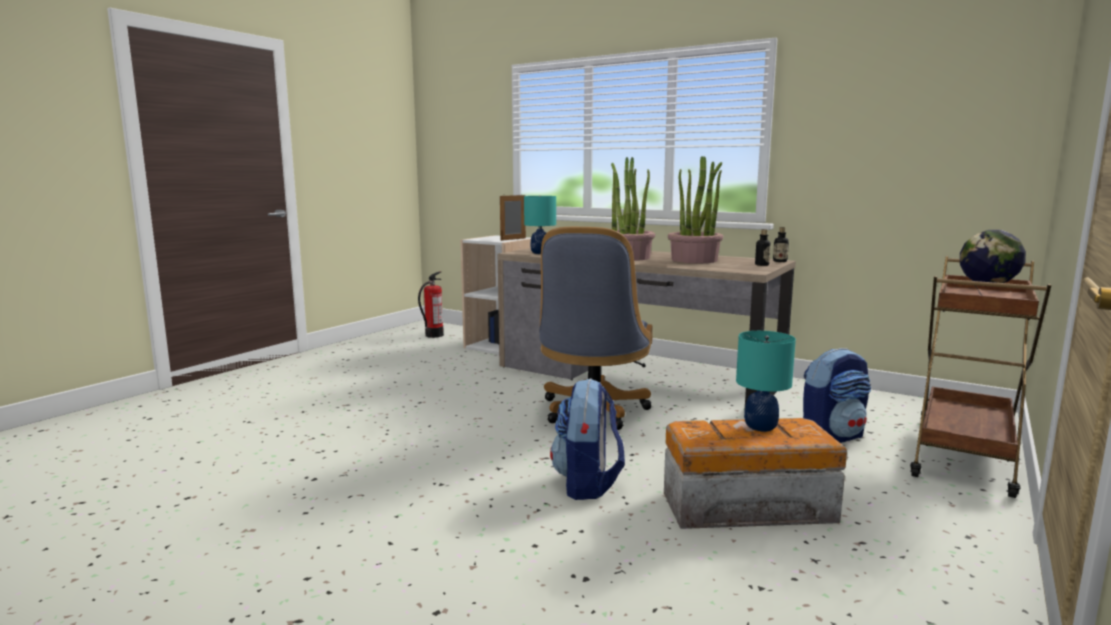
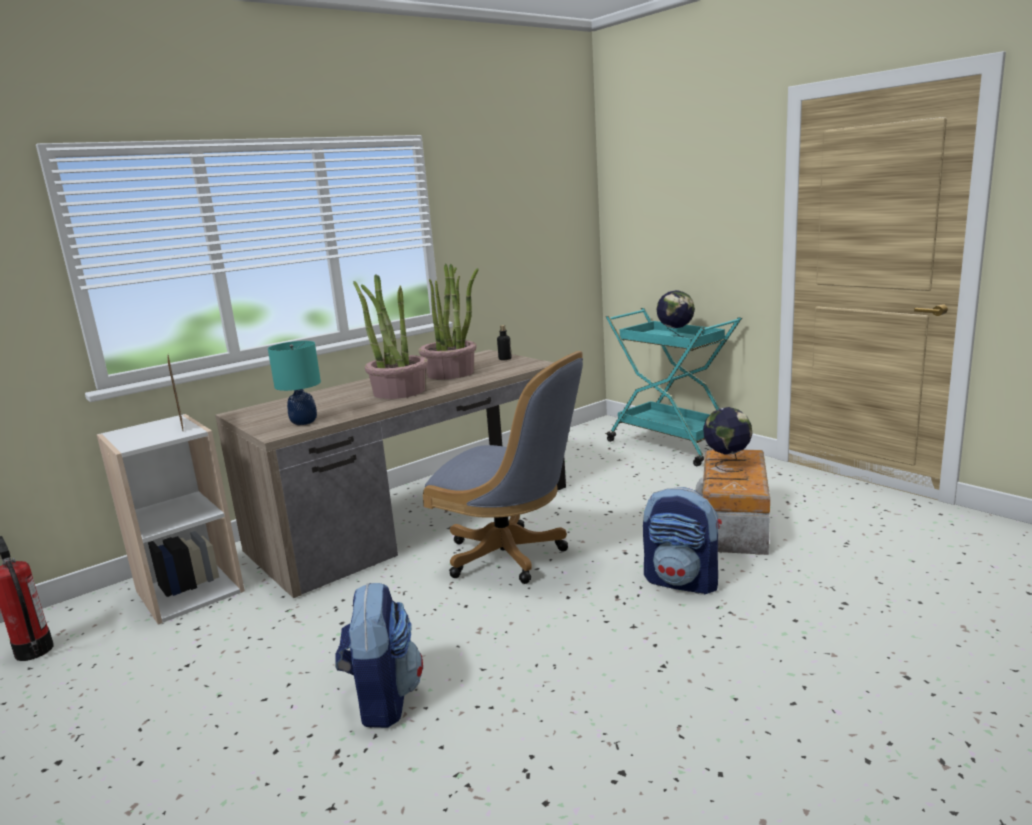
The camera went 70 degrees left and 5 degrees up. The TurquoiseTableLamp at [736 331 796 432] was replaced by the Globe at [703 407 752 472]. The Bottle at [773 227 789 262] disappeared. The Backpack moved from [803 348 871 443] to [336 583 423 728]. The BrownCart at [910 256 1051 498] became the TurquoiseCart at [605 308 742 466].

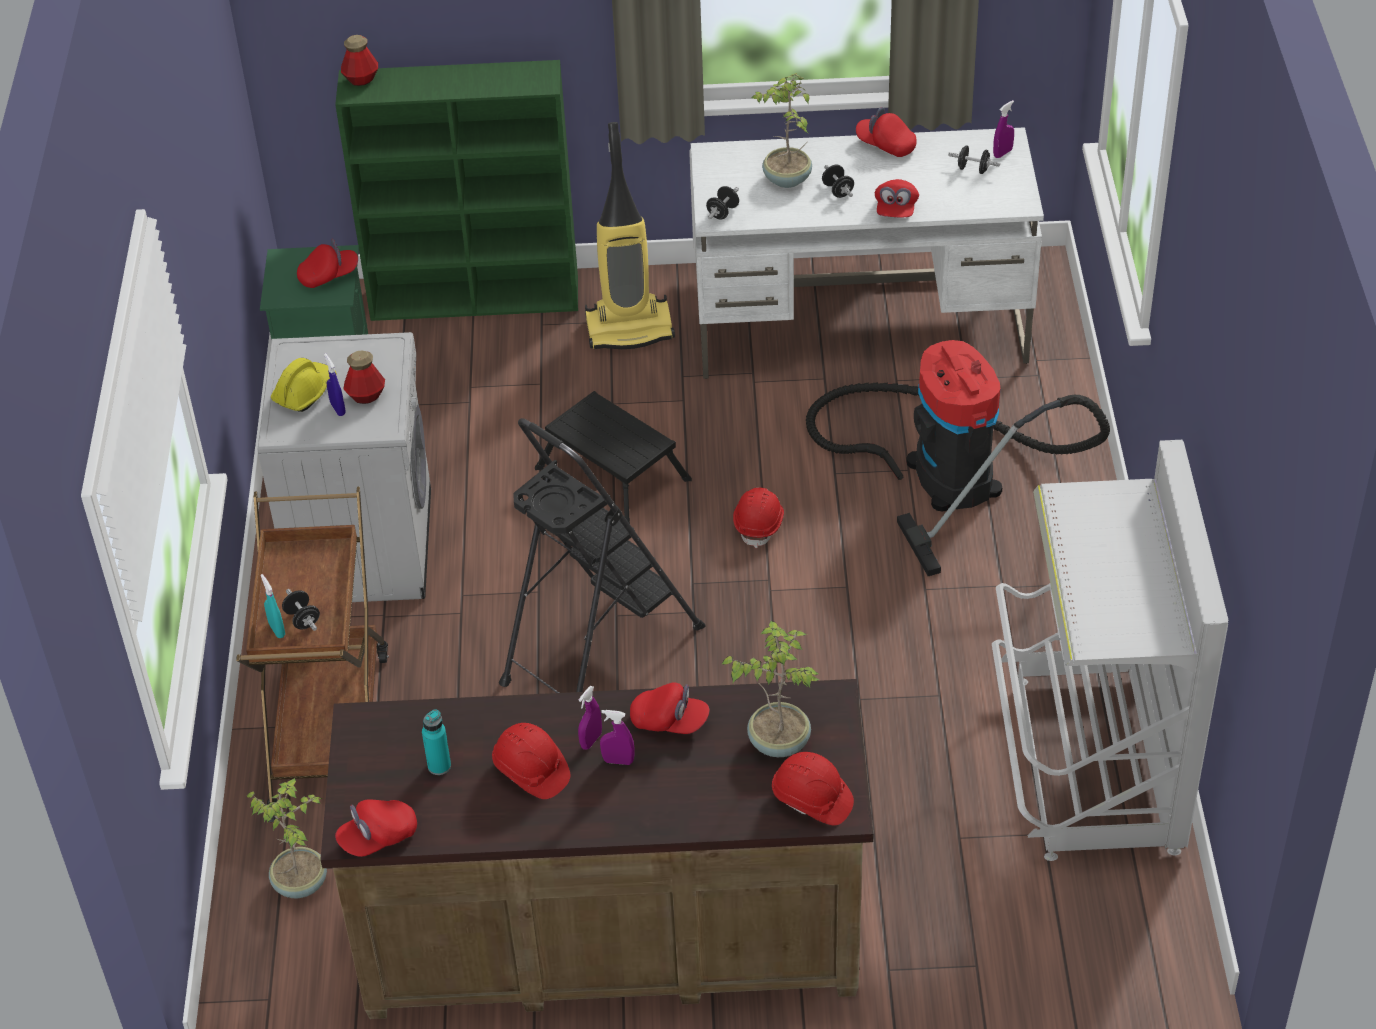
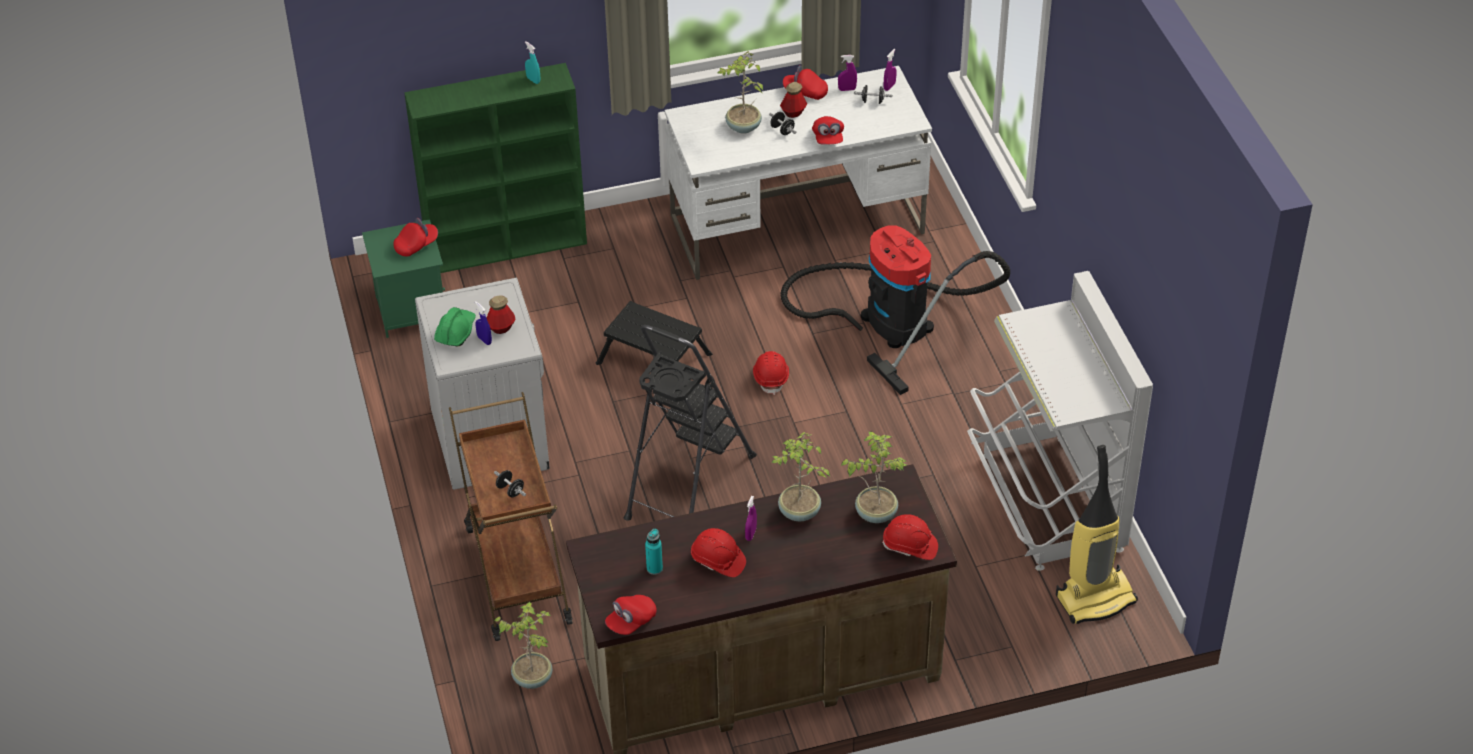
The camera went 15 degrees left and 0 degrees up. The TurquoiseSprayBottle moved from [260 574 285 638] to [525 41 540 84]. The YellowHardHat at [271 358 337 412] became the GreenHardHat at [434 307 476 346]. The Bottle moved from [341 35 378 86] to [780 82 807 118]. The VacuumCleaner moved from [585 122 675 349] to [1056 445 1138 624]. The PurpleSprayBottle moved from [600 710 635 765] to [838 55 857 91]. The RedCap at [630 683 710 734] was replaced by the PottedPlant at [771 432 830 521]. The BlackDumbbell at [706 186 739 220] disappeared.

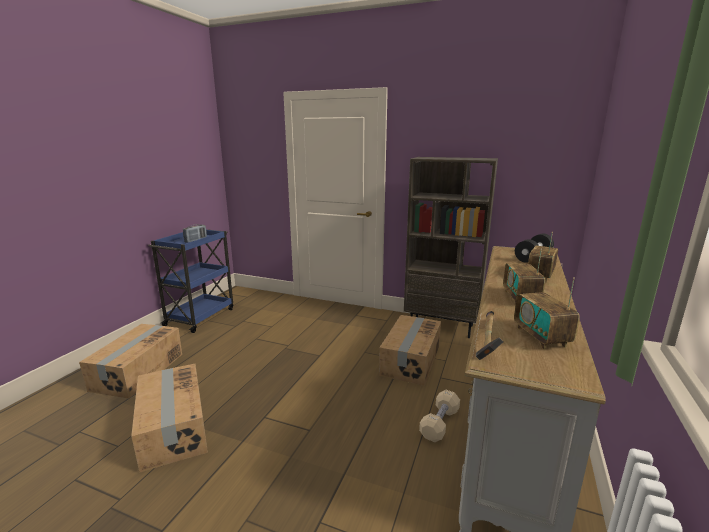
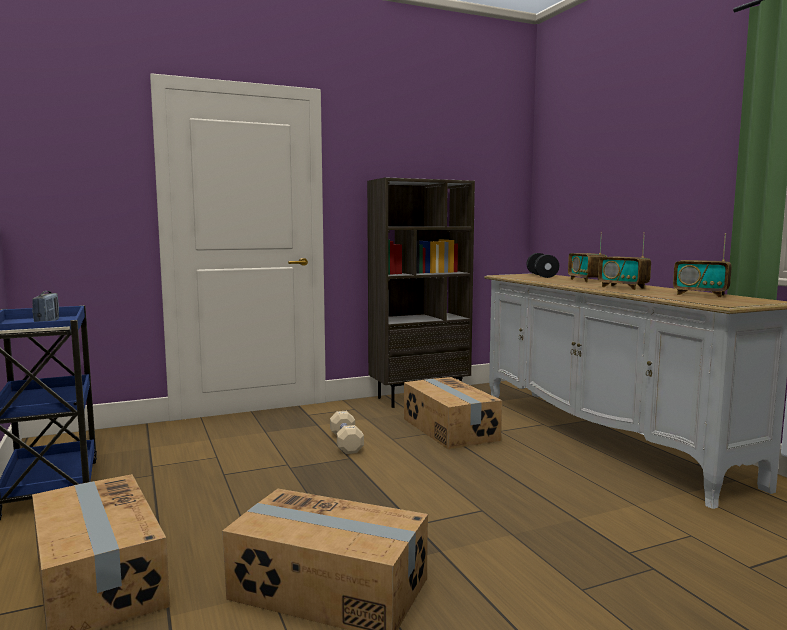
The camera went 45 degrees left and 10 degrees down. The BeigeDumbbell moved from [419 390 460 442] to [330 411 364 454]. The Hammer at [476 311 504 360] disappeared.

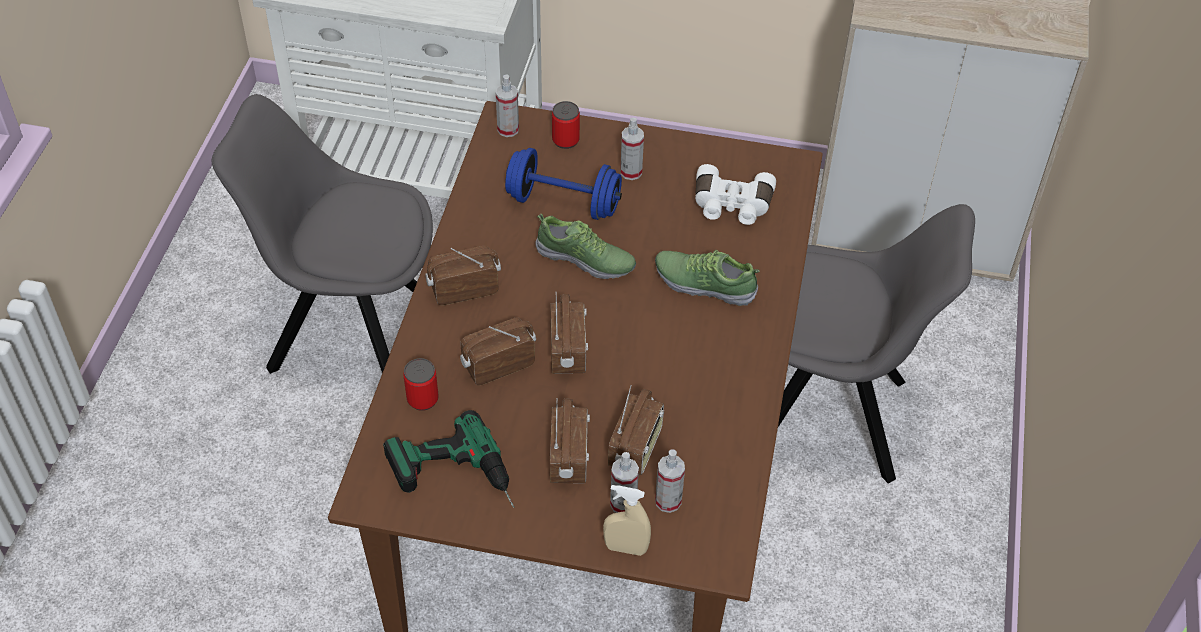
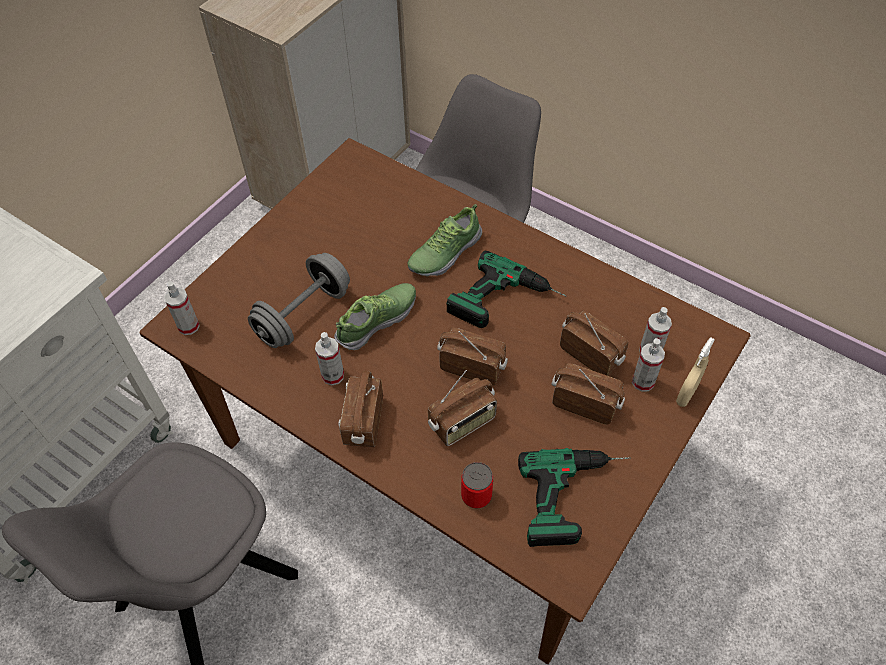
The camera went 65 degrees left and 5 degrees up. The Radio at [460 318 536 385] turned 120 degrees counterclockwise. The BlueDumbbell at [505 148 622 220] became the GreyDumbbell at [248 253 350 348]. The Can at [552 101 580 149] disappeared. The SprayBottle moved from [620 118 644 180] to [315 332 344 385]. The WhiteBinoculars at [695 164 776 225] disappeared. The PowerDrill at [447 251 567 328] appeared.

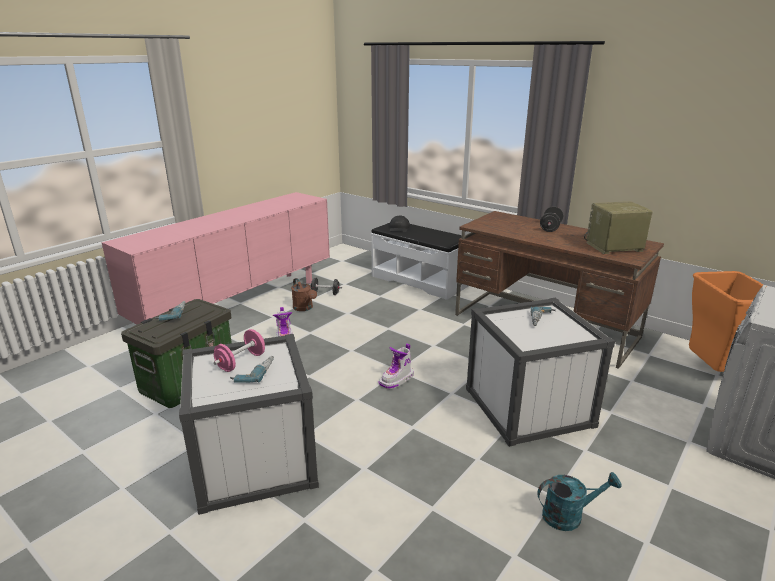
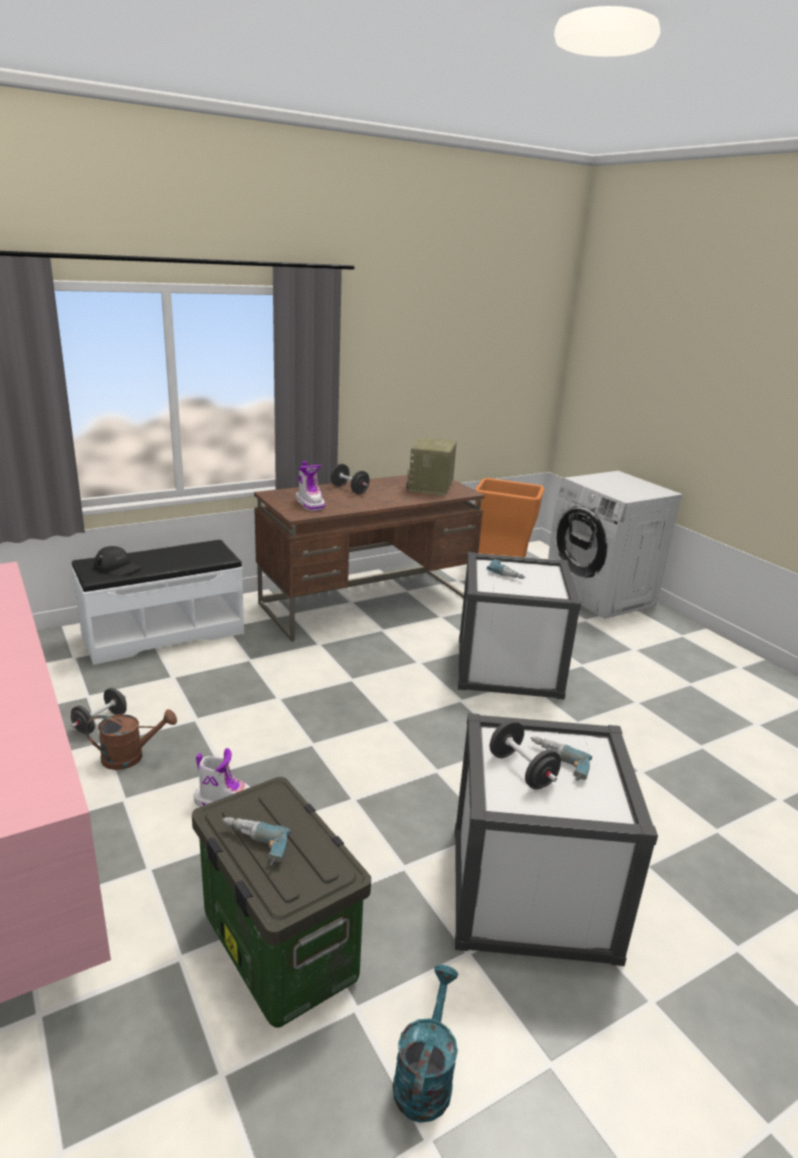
The camera went 70 degrees left and 0 degrees up. The PinkDumbbell at [214 329 265 372] became the BlackDumbbell at [490 720 561 789]. The Boot moved from [378 343 414 389] to [296 461 325 511]. The TurquoiseWateringCan moved from [537 472 622 531] to [393 965 459 1122].

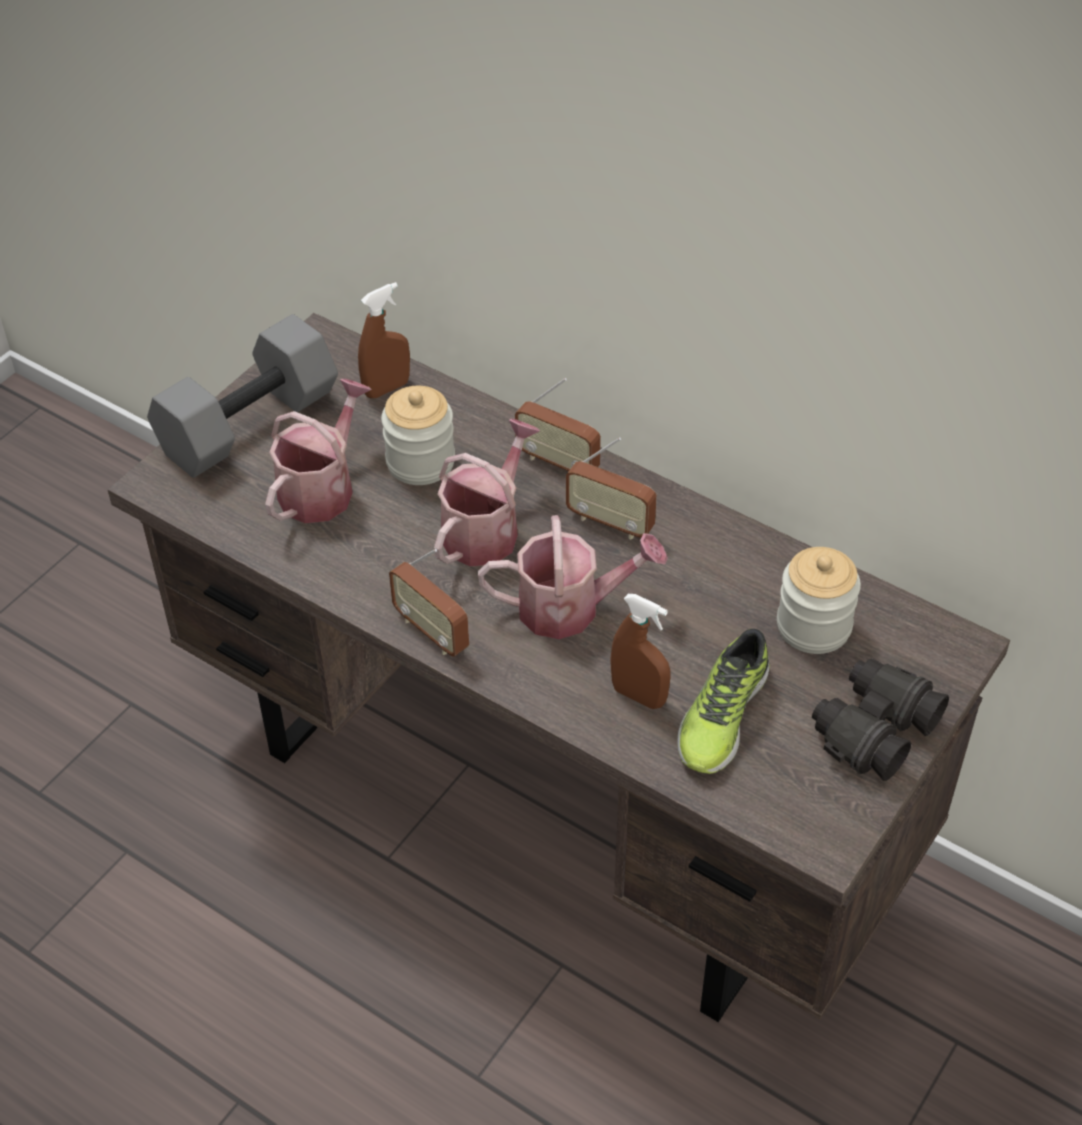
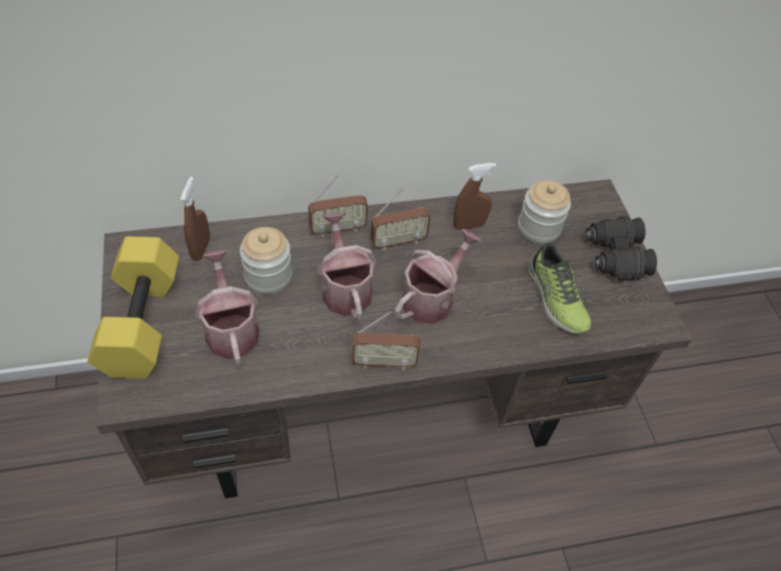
The camera went 50 degrees left and 5 degrees up. The GreyDumbbell at [147 314 338 478] became the YellowDumbbell at [87 236 179 379]. The BrownSprayBottle moved from [610 594 671 709] to [453 163 496 230].

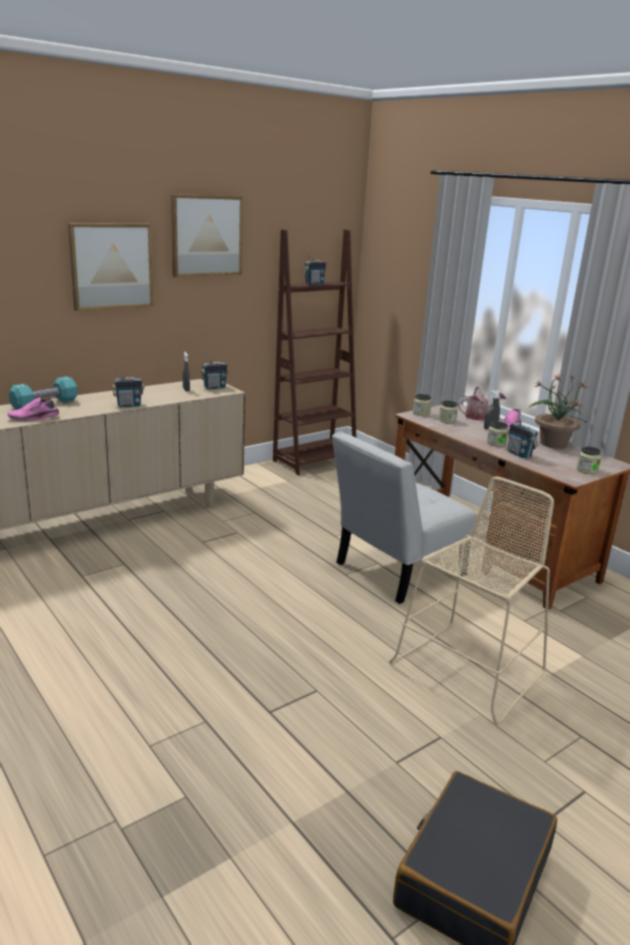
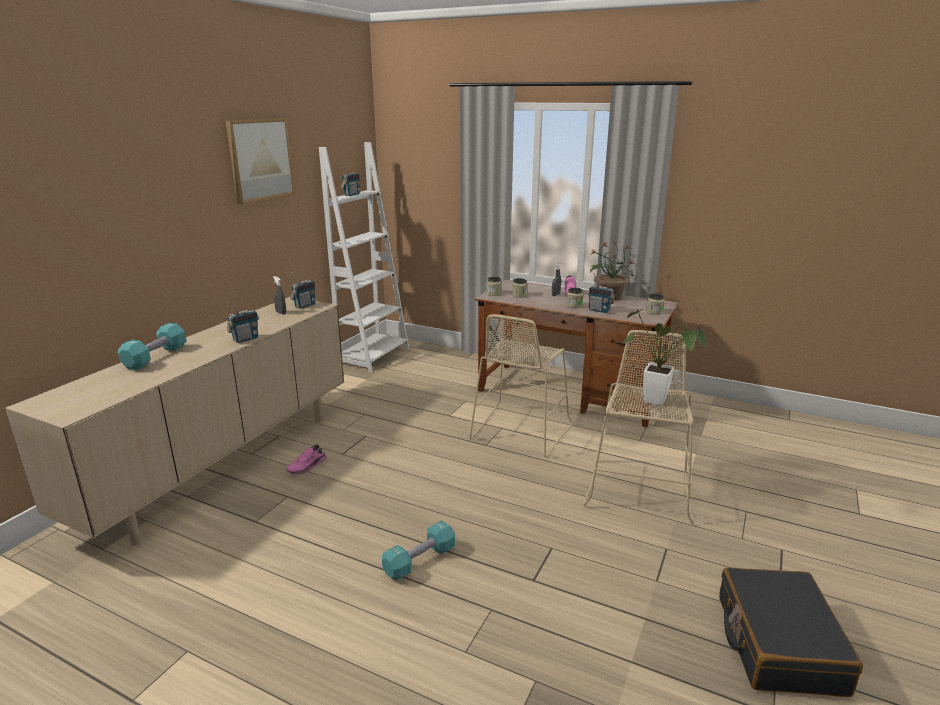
The camera went 25 degrees left and 0 degrees up. The PinkShoe moved from [7 397 60 422] to [286 444 327 474]. The Picture at [68 223 153 311] disappeared. The BrownBookcase at [273 229 356 475] became the WhiteBookcase at [319 142 409 372]. The WhiteChair at [332 431 476 604] was replaced by the BeigeStool at [469 314 573 458]. The WateringCan at [458 386 506 420] disappeared. The TurquoiseDumbbell at [382 520 455 581] appeared. The PottedPlant at [622 309 707 406] appeared.

